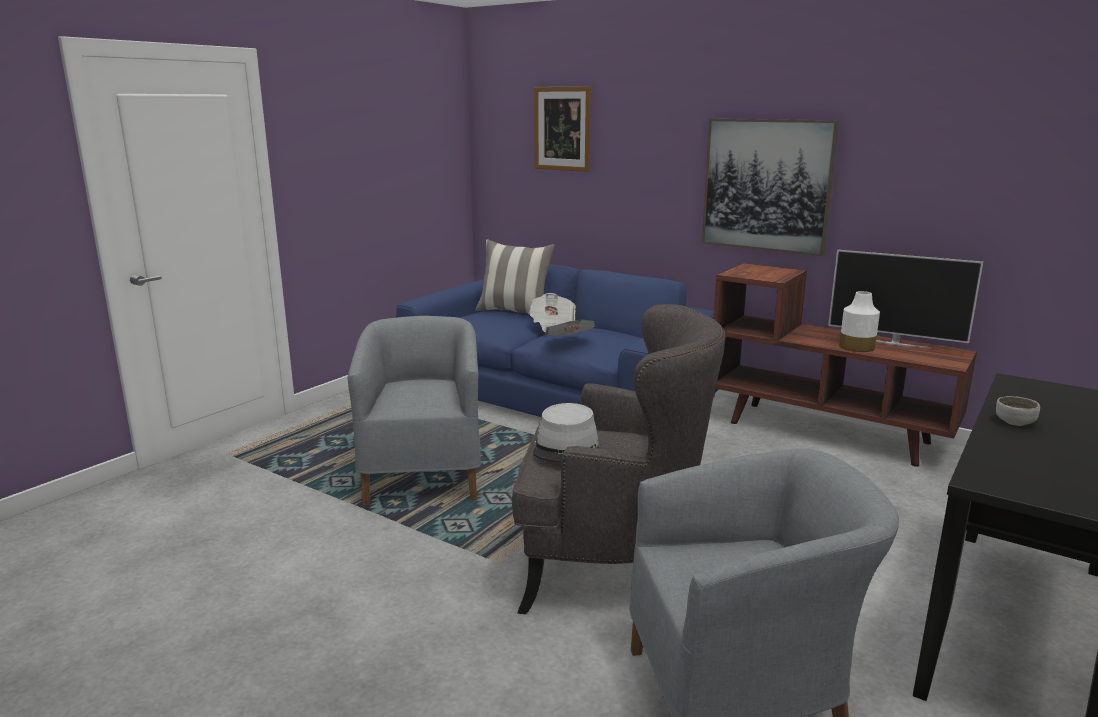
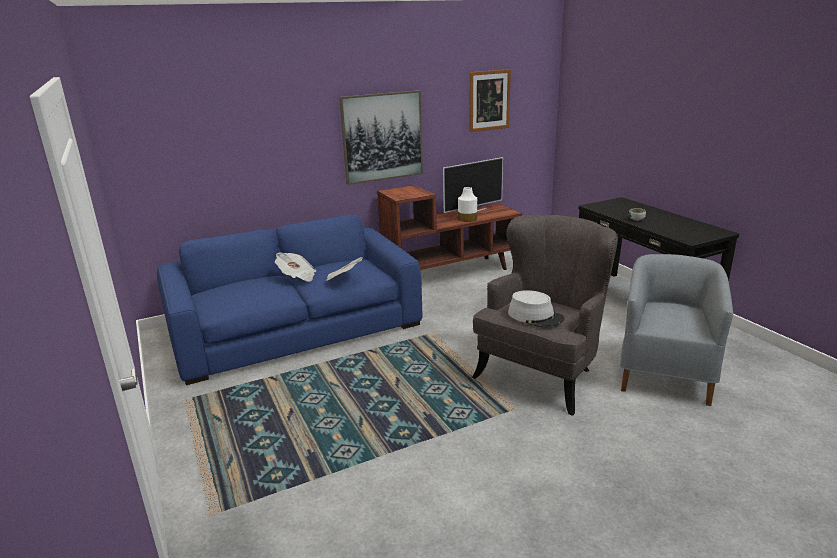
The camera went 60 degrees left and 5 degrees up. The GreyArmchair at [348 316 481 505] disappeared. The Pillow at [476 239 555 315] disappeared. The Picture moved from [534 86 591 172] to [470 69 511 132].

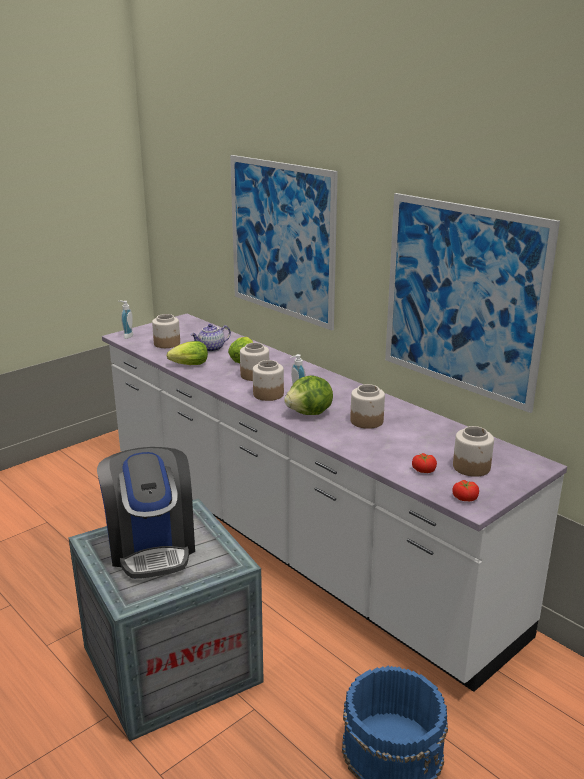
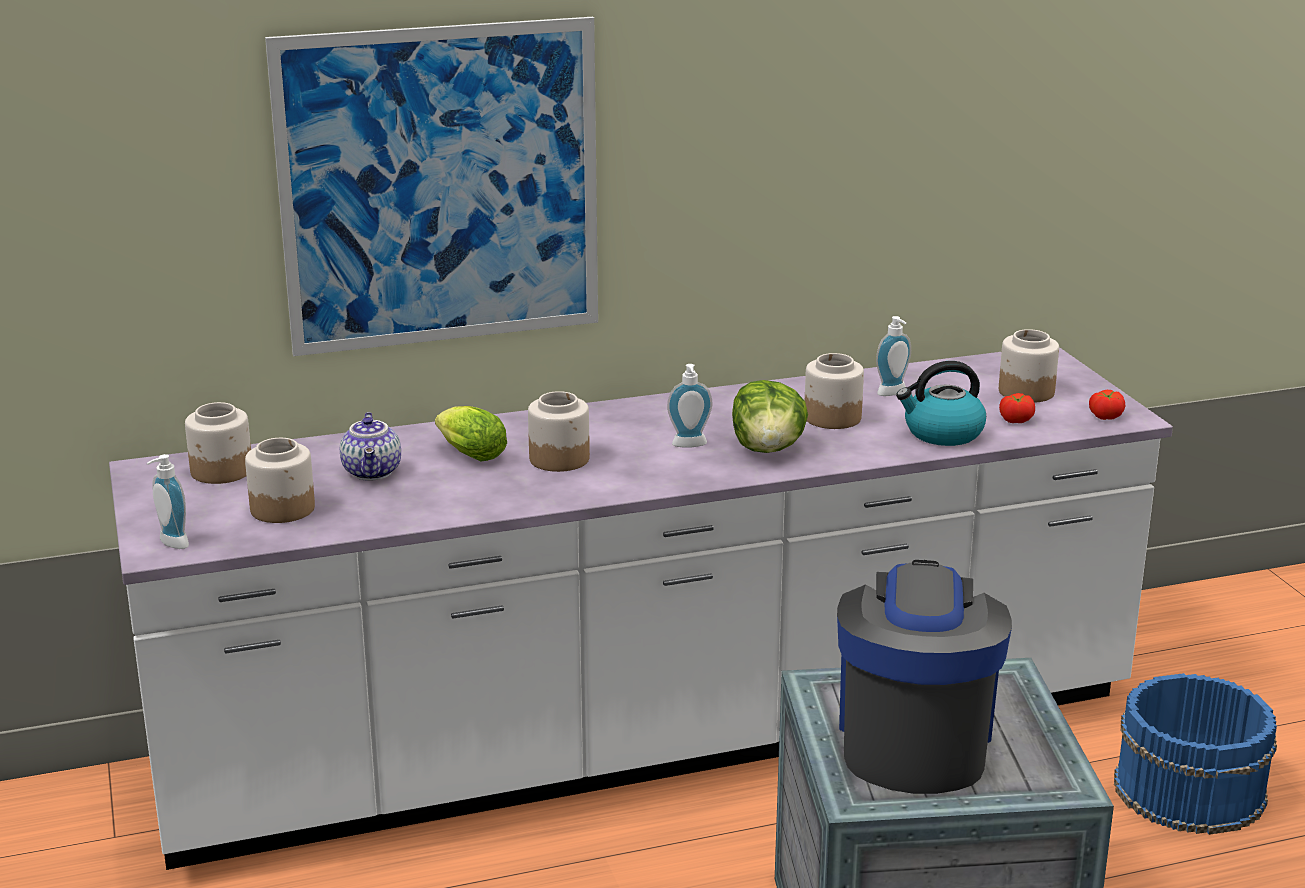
The camera went 65 degrees left and 0 degrees up. The CoffeeMachine at [97 447 195 579] turned 90 degrees counterclockwise. The Lettuce at [167 341 208 365] disappeared. The Jar moved from [253 360 284 401] to [185 402 251 484]. The Picture at [385 193 560 413] disappeared. The SoapDispenser at [876 316 911 396] appeared. The Kettle at [896 361 986 446] appeared.

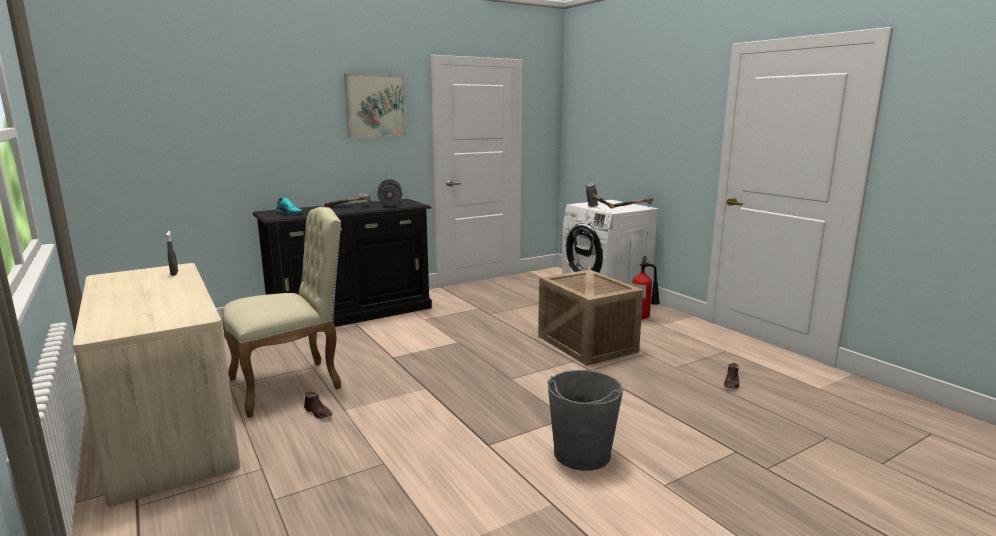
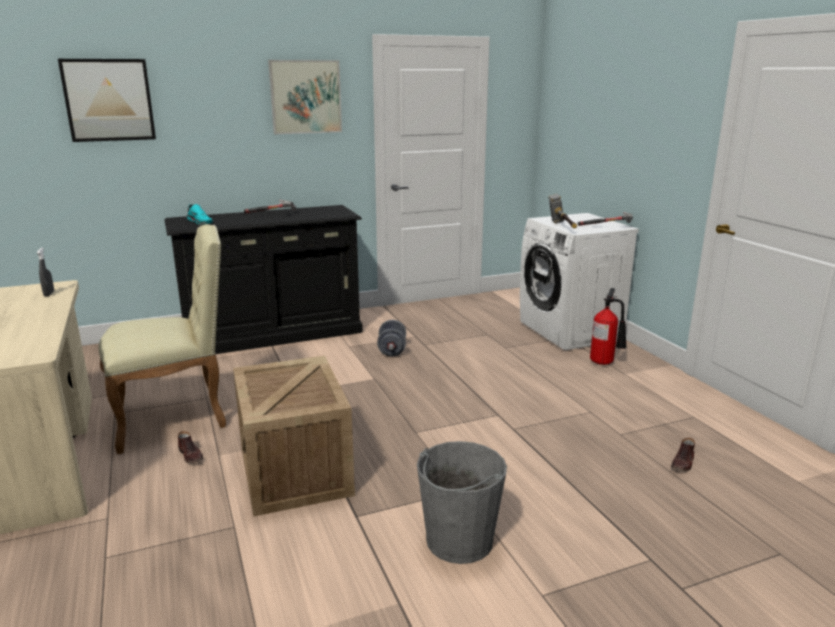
The camera went 10 degrees right and 5 degrees up. The GreyDumbbell moved from [377 179 402 206] to [377 320 406 356]. The Crate moved from [538 270 643 366] to [233 356 355 517]. The Picture at [58 59 156 142] appeared.

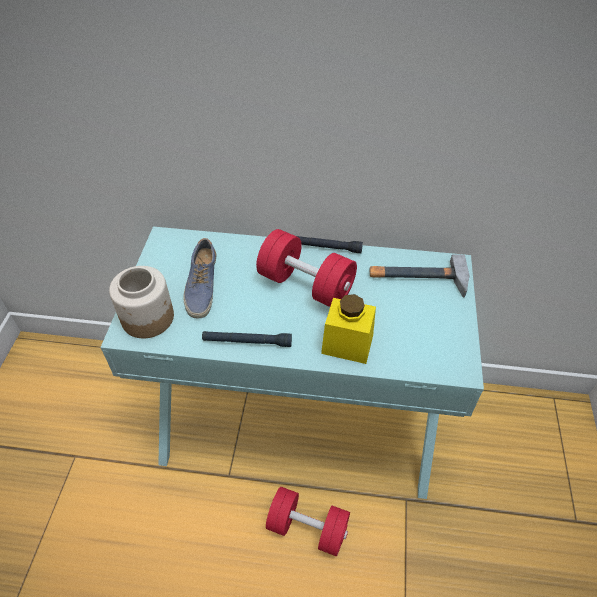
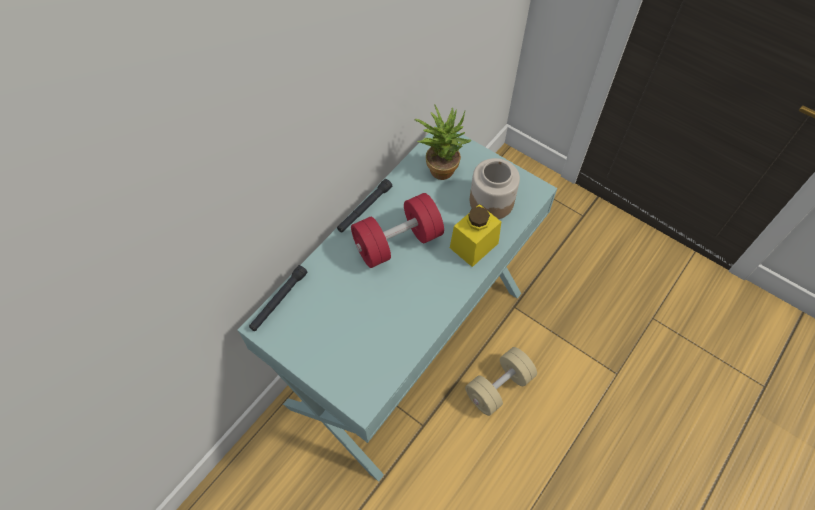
The camera went 60 degrees left and 10 degrees up. The Jar moved from [109 266 174 338] to [470 158 520 219]. The Shoe at [183 238 217 319] disappeared. The BlackFlashlight moved from [202 331 292 347] to [249 265 308 331]. The RedDumbbell at [266 487 350 556] became the BeigeDumbbell at [465 347 537 416]. The Hammer at [370 254 470 297] was replaced by the PottedPlant at [414 105 472 180].

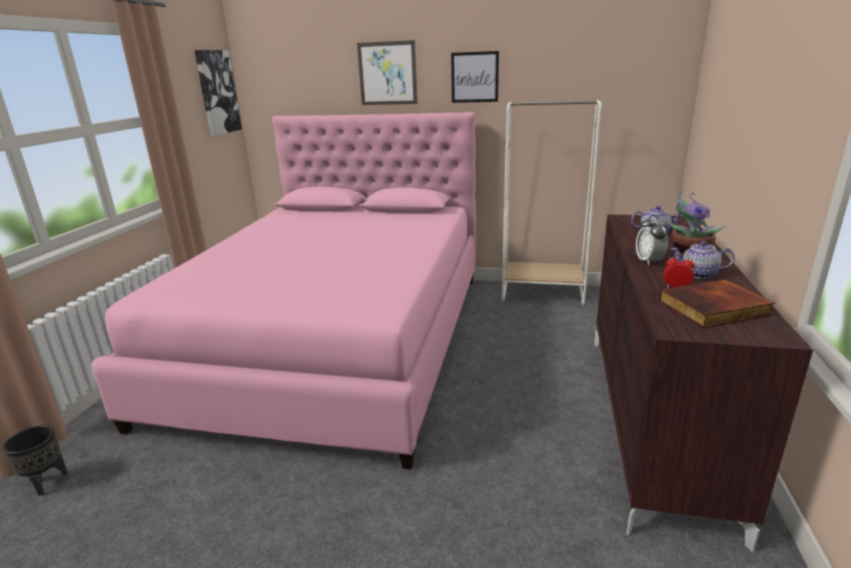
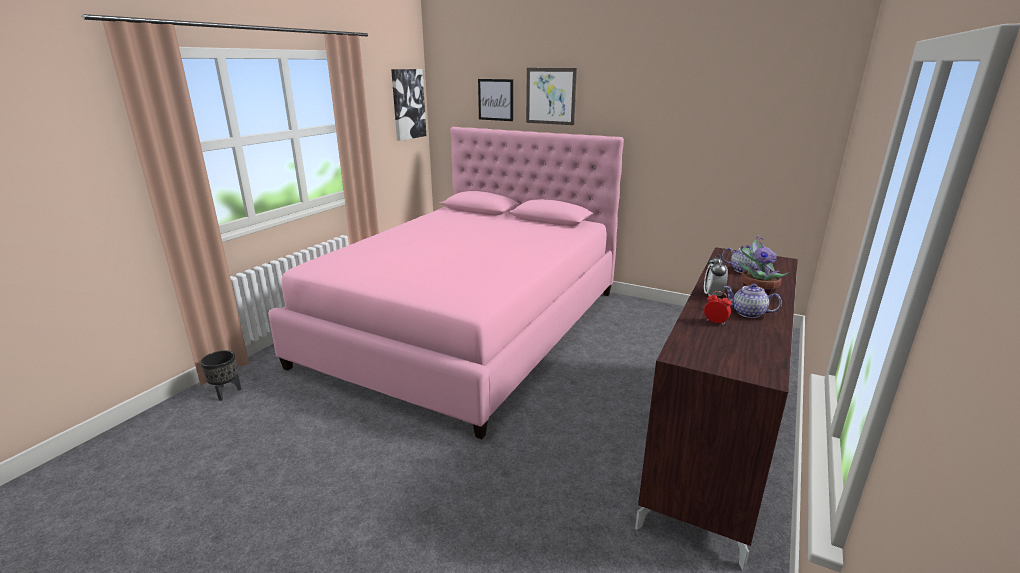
The camera went 15 degrees right and 0 degrees up. The Picture moved from [451 51 499 103] to [478 79 513 121]. The ClothesRack at [502 100 601 305] disappeared. The Book at [659 279 775 328] disappeared.

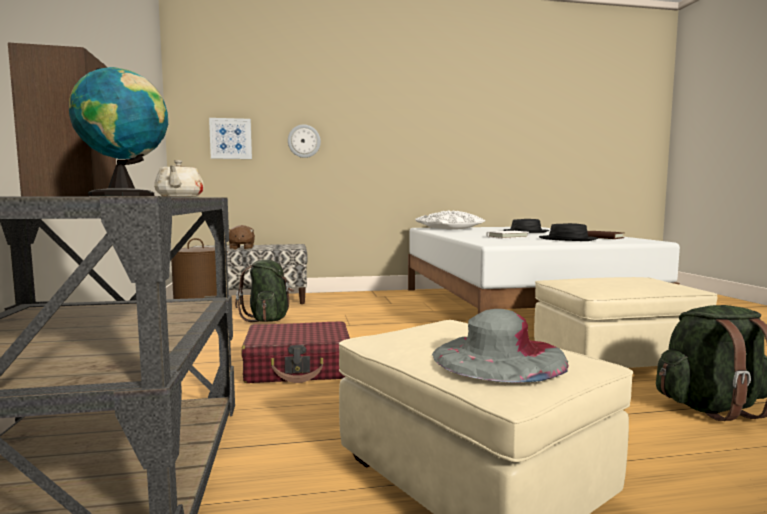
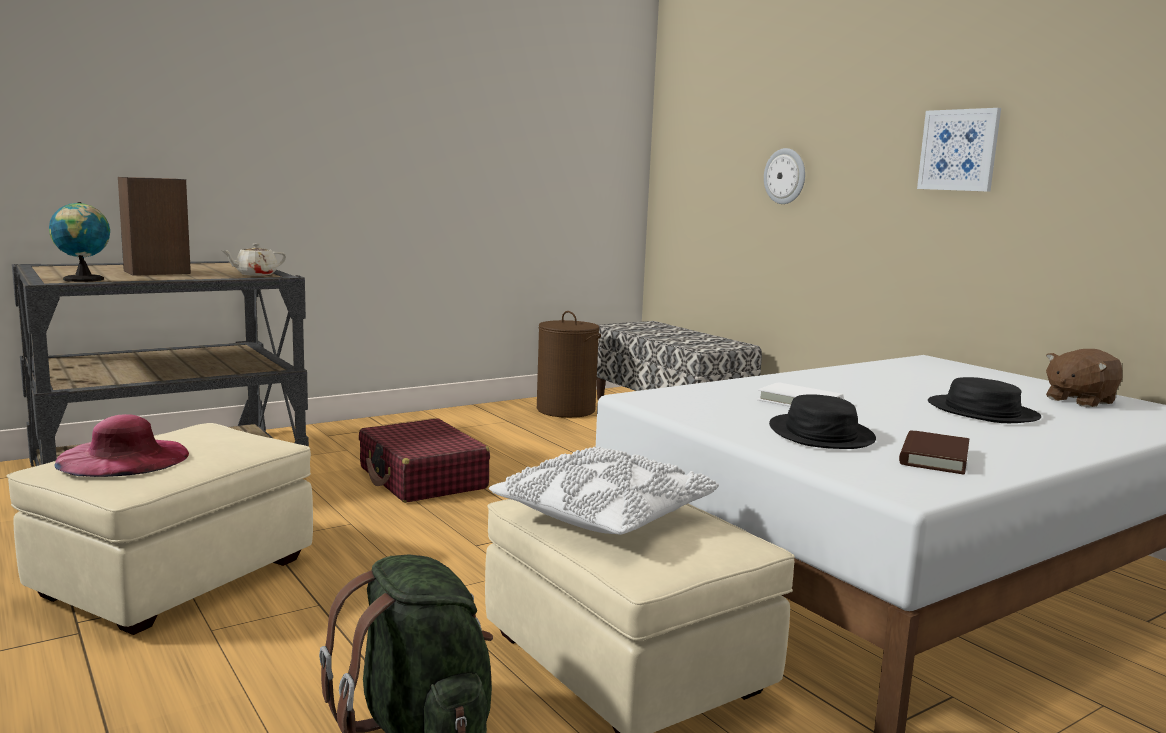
The camera went 65 degrees right and 5 degrees up. The Picture moved from [209 118 252 159] to [917 108 1001 192]. The BrownPlushToy moved from [229 225 255 250] to [1046 349 1123 407]. The GreenBackpack at [235 260 294 322] disappeared. The WhitePillow moved from [415 210 485 230] to [489 447 719 535]. The GreyHat at [432 309 568 383] became the PinkHat at [55 414 189 477].

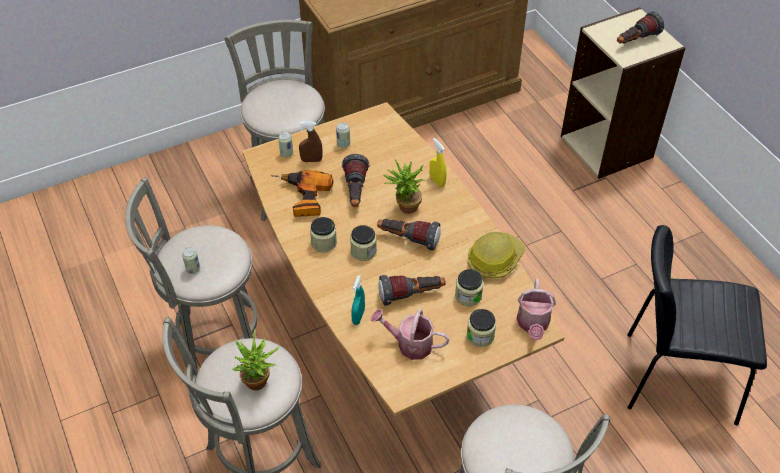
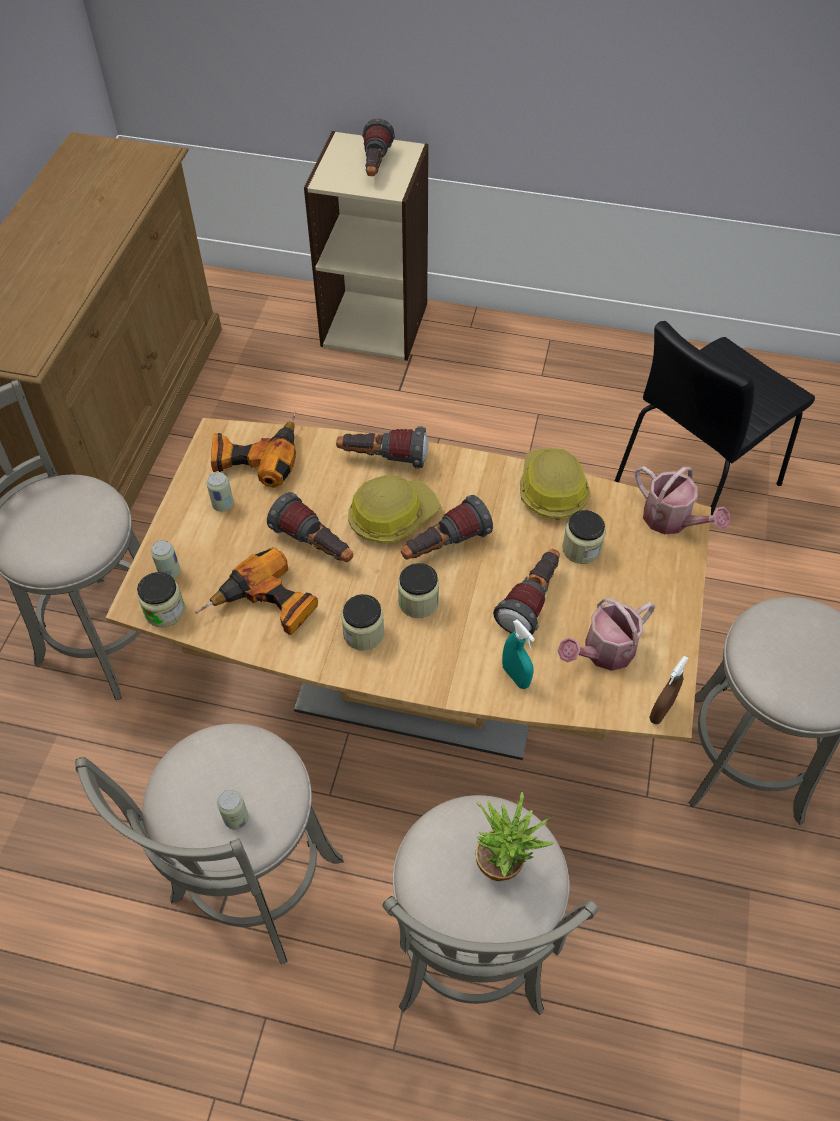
The camera went 50 degrees left and 5 degrees up. The BrownSprayBottle moved from [299 121 323 162] to [649 656 689 724]. The PottedPlant at [383 159 425 214] was replaced by the HardHat at [348 475 441 543]. The YellowSprayBottle at [429 138 447 187] was replaced by the Flashlight at [336 426 429 469]. The Jar moved from [467 309 496 347] to [137 572 185 627]. The PowerDrill at [211 412 297 488] appeared.

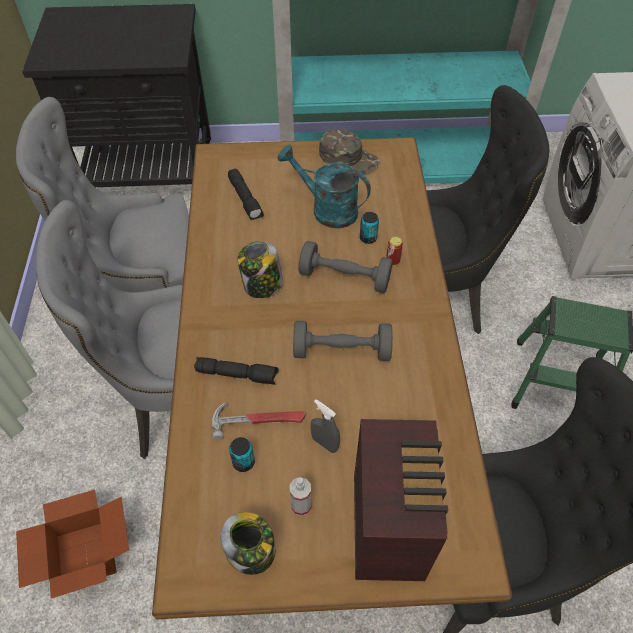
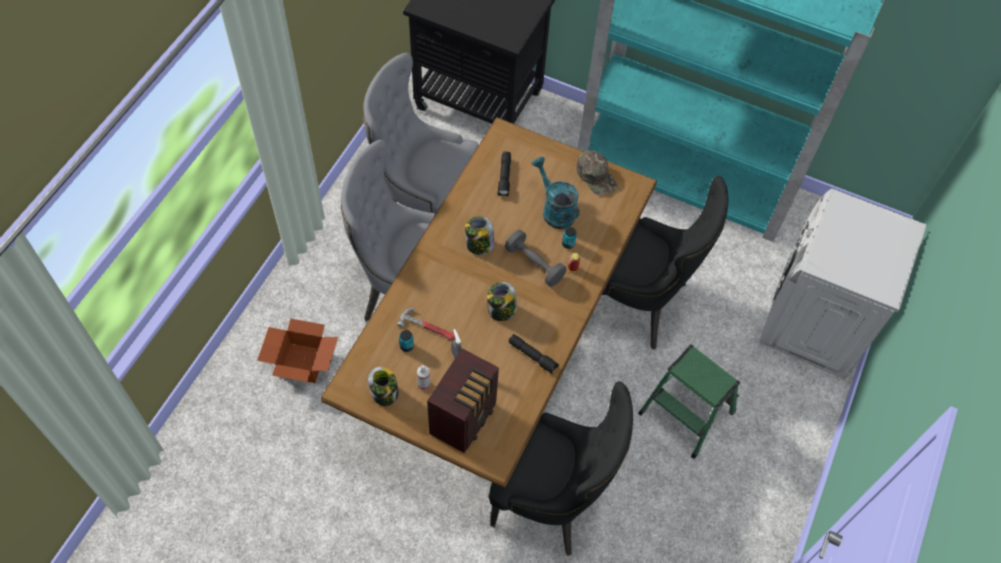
The camera went 25 degrees right and 5 degrees up. The BlackFlashlight moved from [194 357 278 385] to [509 334 559 374]. The GreyDumbbell at [293 321 393 361] was replaced by the Jar at [487 282 517 321].

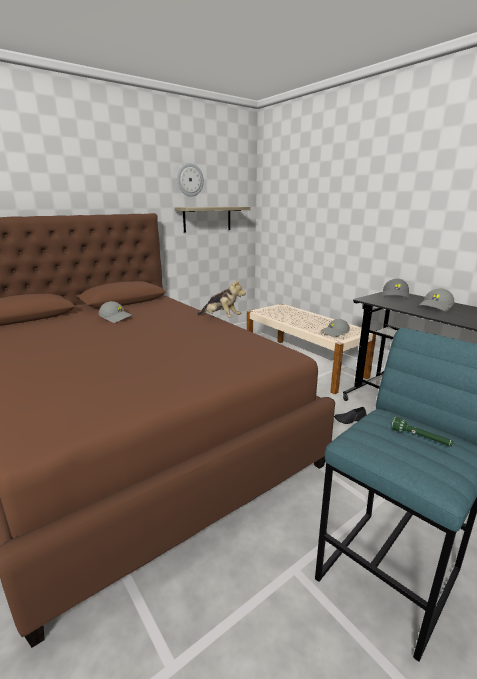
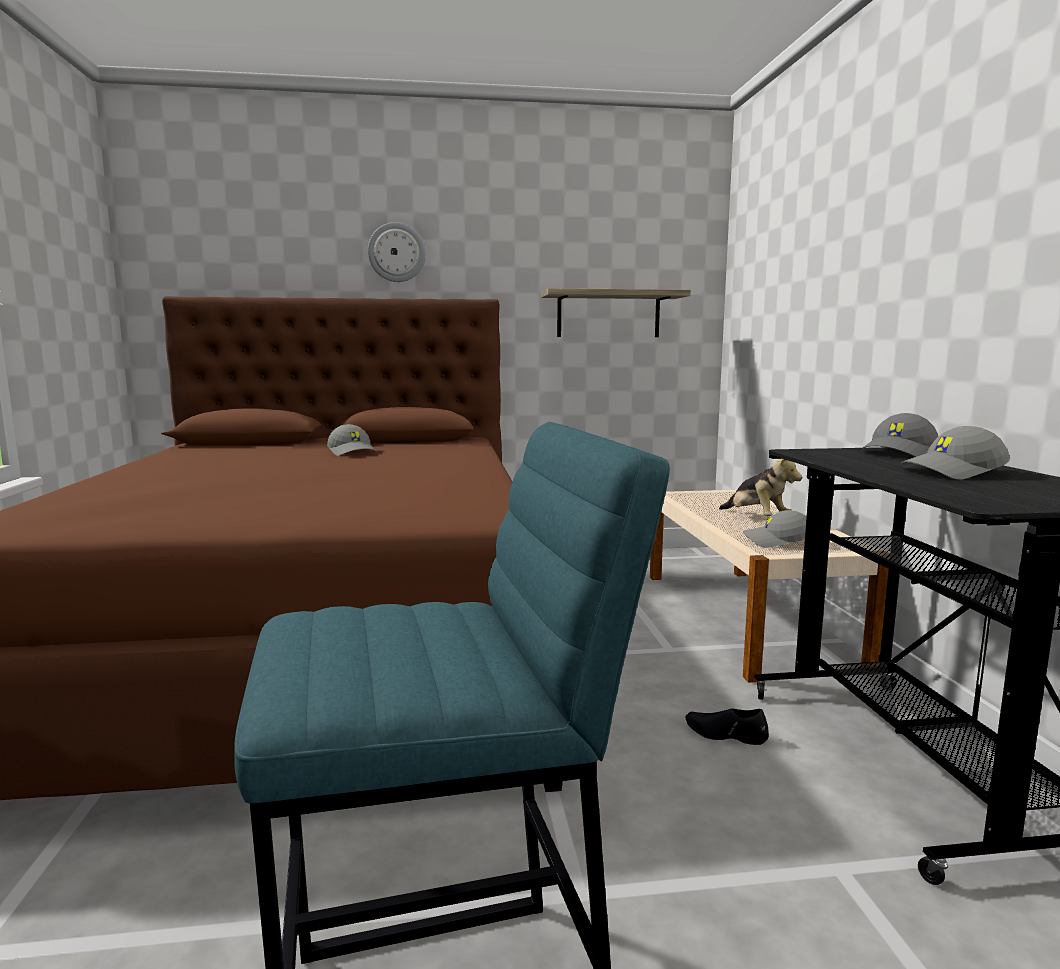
The camera went 30 degrees right and 10 degrees down. The WallClock moved from [177 163 204 197] to [368 222 426 282]. The PlushToy moved from [198 278 246 318] to [719 459 802 516]. The GreenFlashlight at [391 417 454 446] disappeared.

